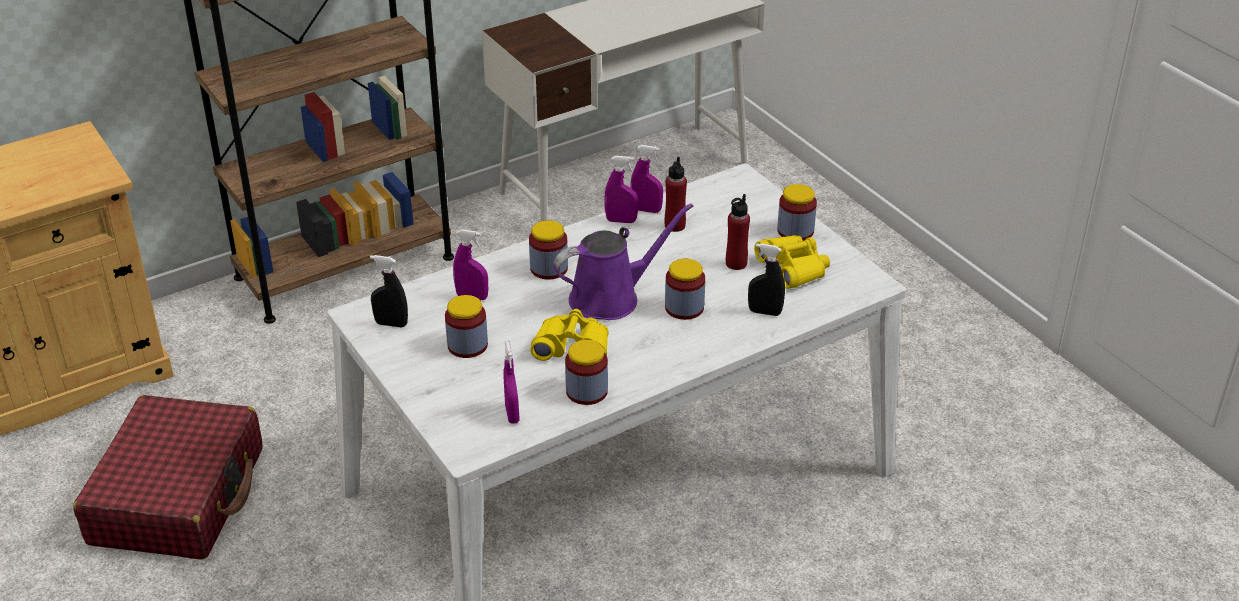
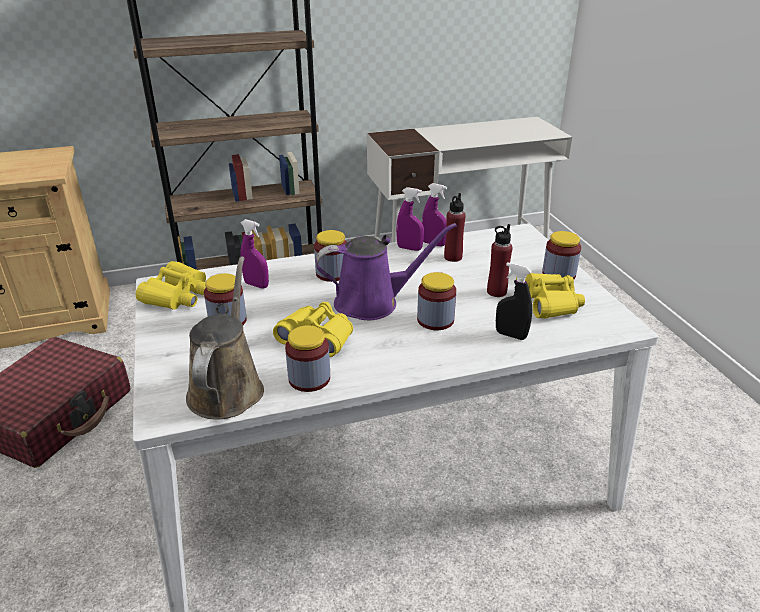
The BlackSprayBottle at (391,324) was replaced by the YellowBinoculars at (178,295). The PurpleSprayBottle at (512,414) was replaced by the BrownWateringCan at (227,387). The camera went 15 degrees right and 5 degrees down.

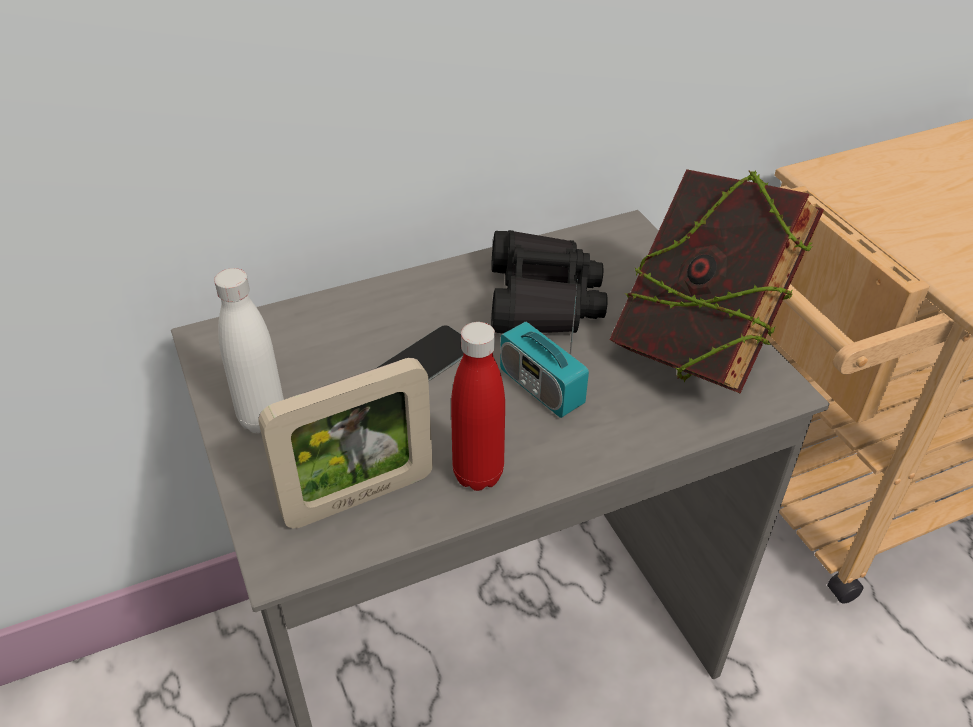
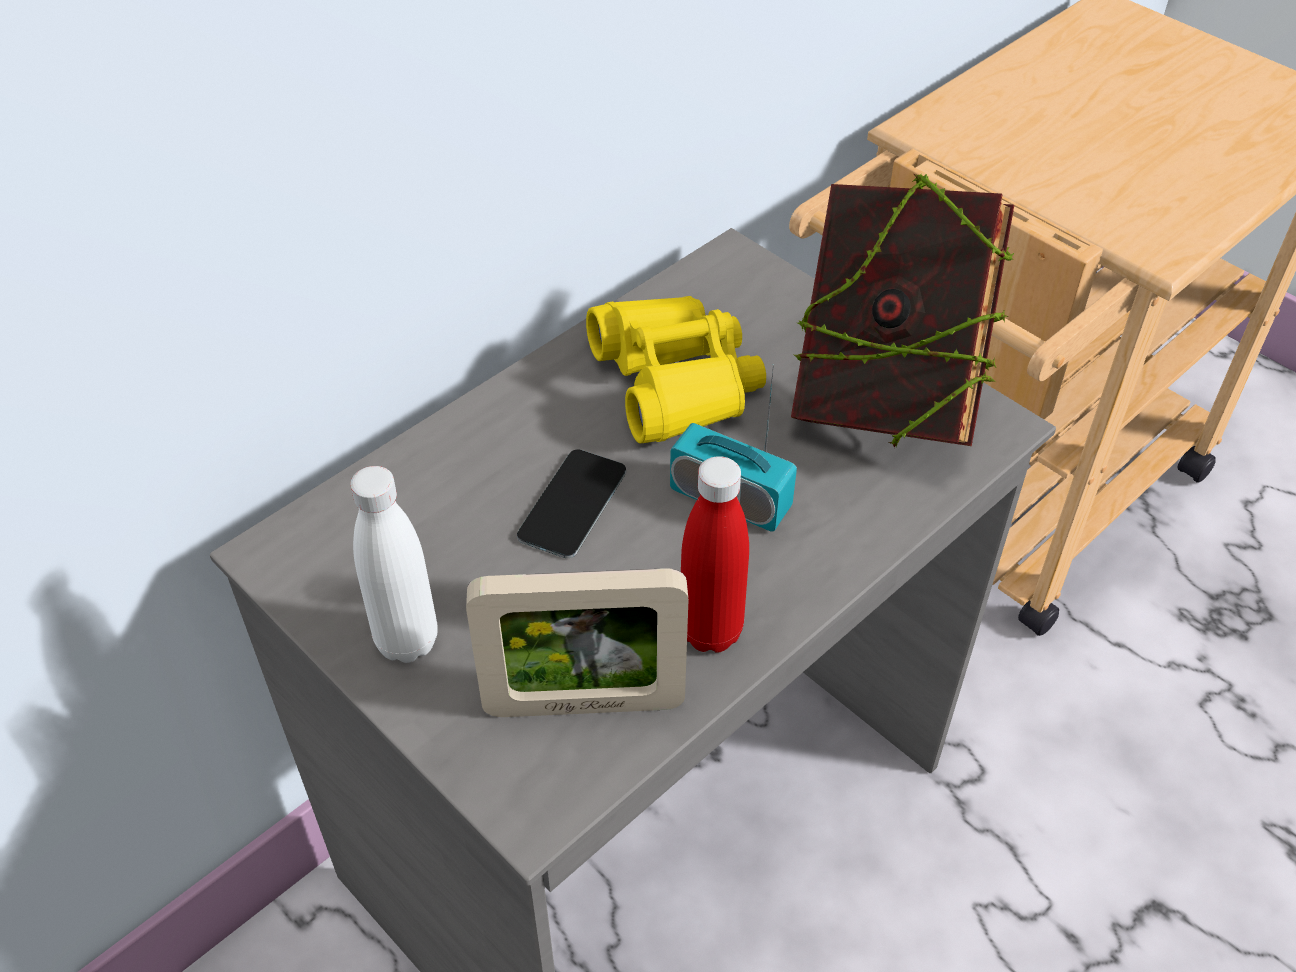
The PictureFrame at (359,497) turned 45 degrees clockwise. The BlackBinoculars at (542,300) became the YellowBinoculars at (676,382). The camera went 20 degrees left and 5 degrees up.

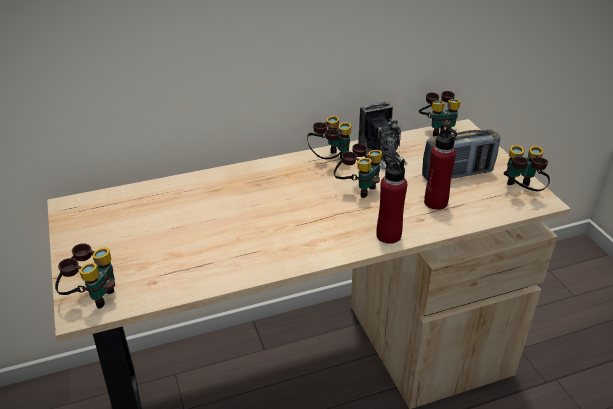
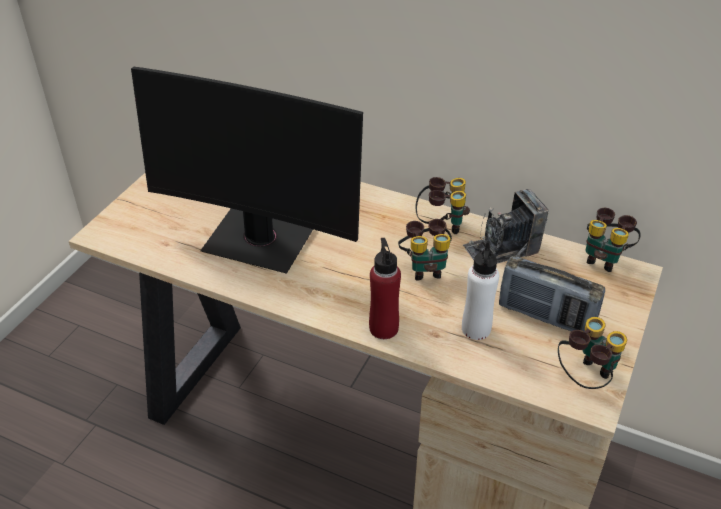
The Monitor at (259,241) appeared. The PhotoCamera at (382,153) turned 45 degrees clockwise. The RedBottle at (435,202) became the WhiteBottle at (476,329). The Binoculars at (92,296) disappeared. The camera went 45 degrees right and 5 degrees up.

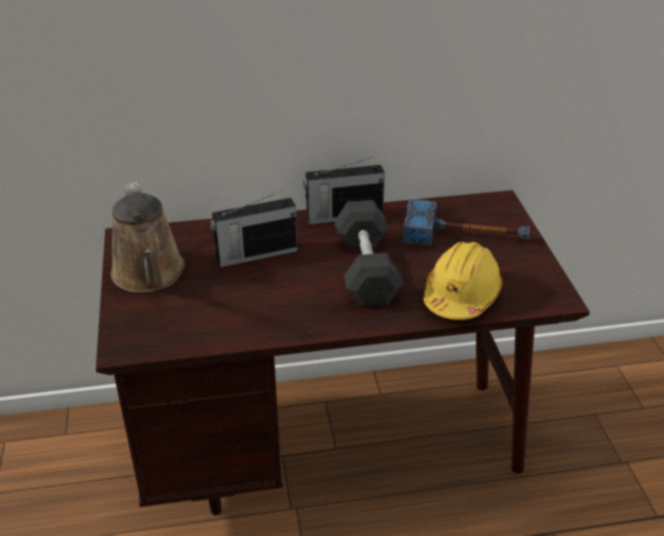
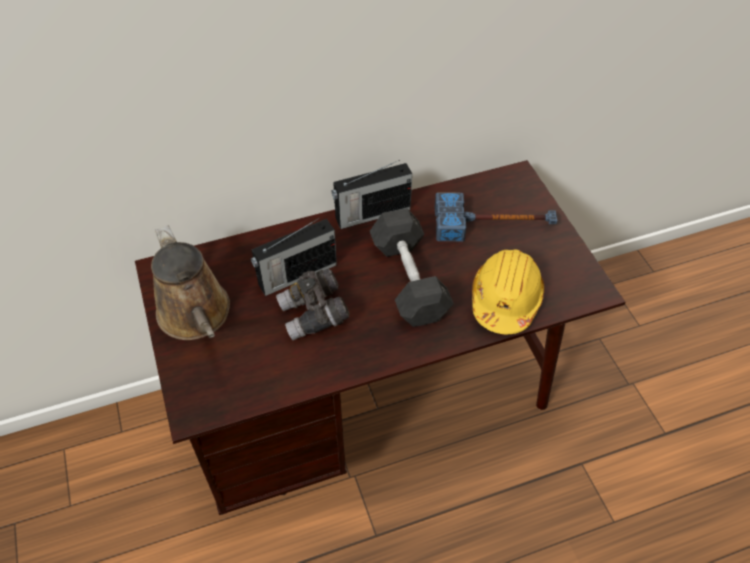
The GreyBinoculars at (314,315) appeared. The camera went 10 degrees left and 15 degrees up.

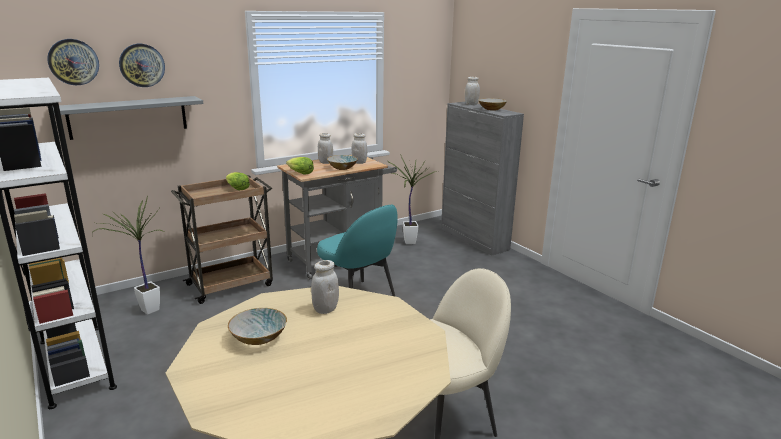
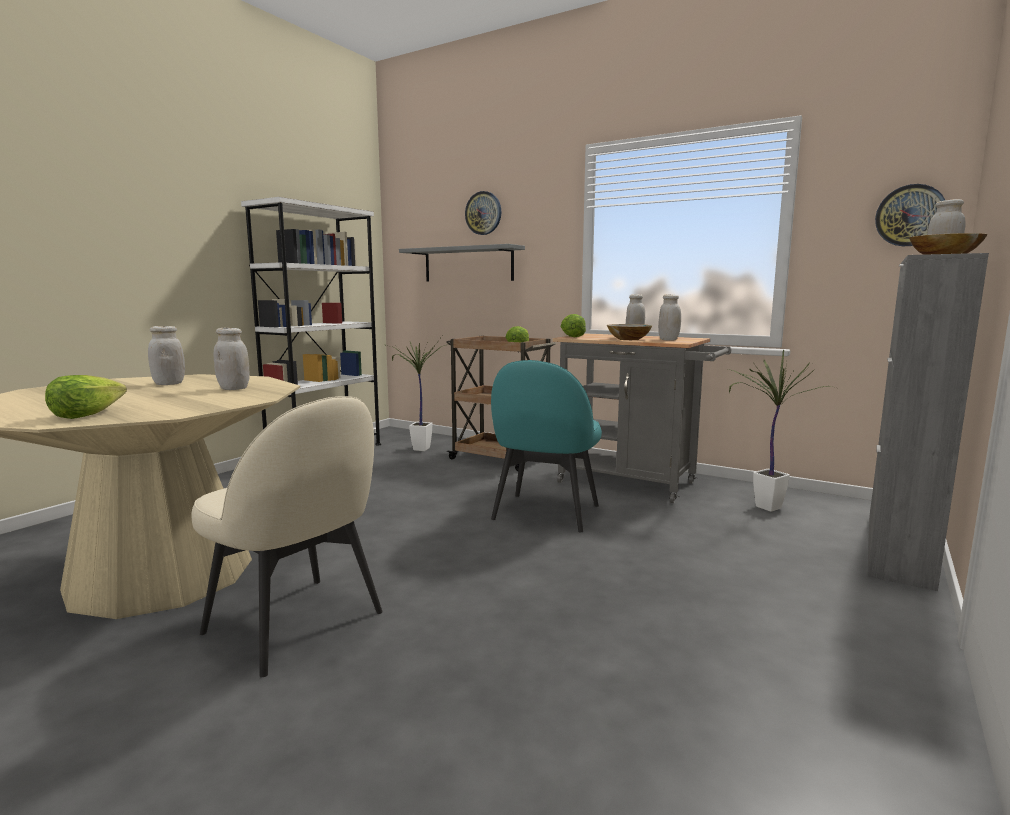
The Lettuce at (86,415) appeared. The Bowl at (259,338) was replaced by the WhiteJar at (169,384). The WallClock moved from (73,62) to (910,215). The camera went 65 degrees right and 10 degrees down.

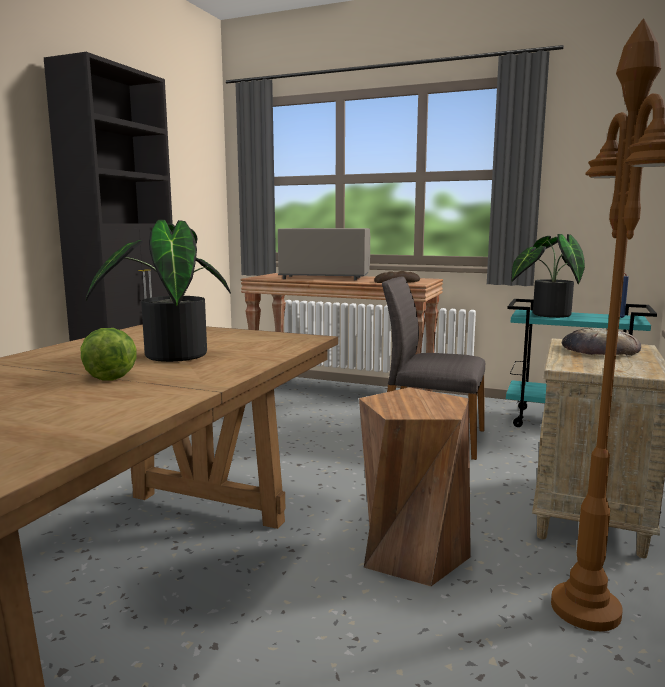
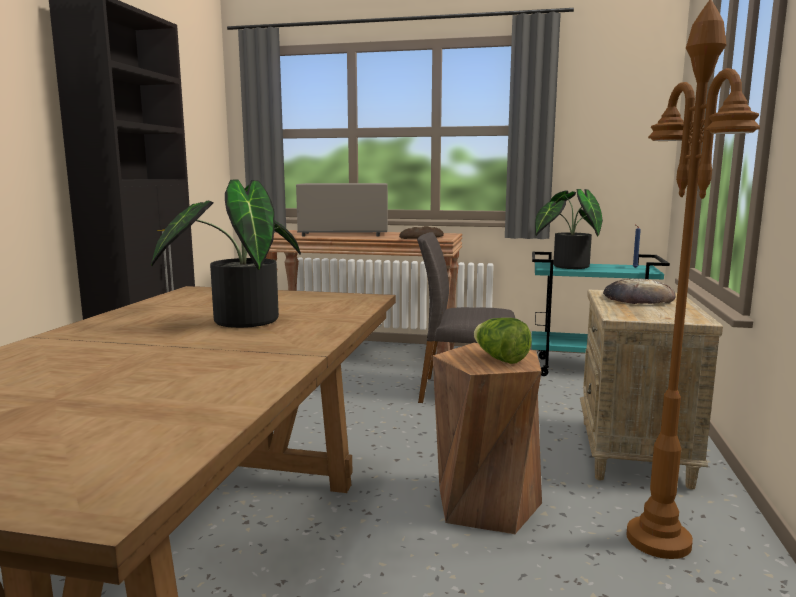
The Lettuce moved from (108,375) to (500,359). The camera went 10 degrees left and 0 degrees up.

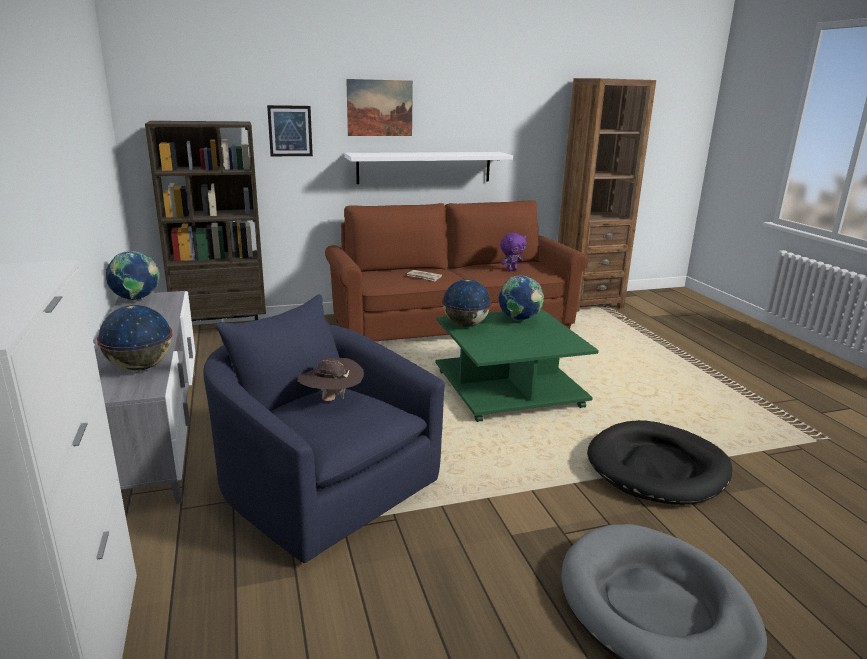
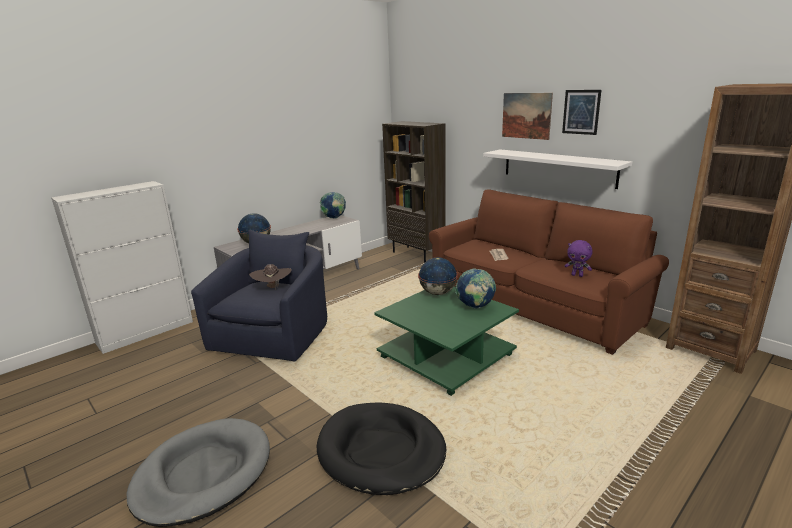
The Picture moved from (290,131) to (581,112). The camera went 65 degrees right and 0 degrees up.

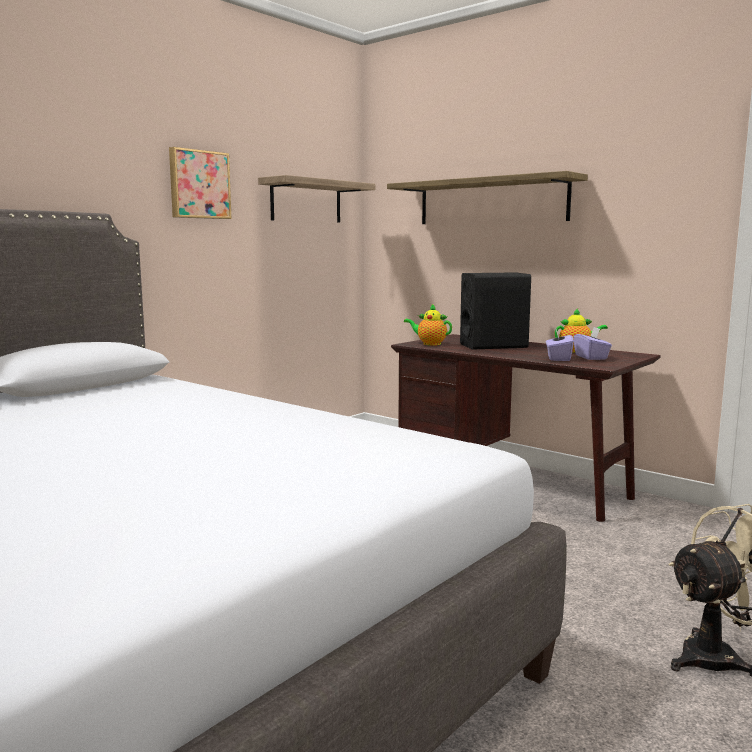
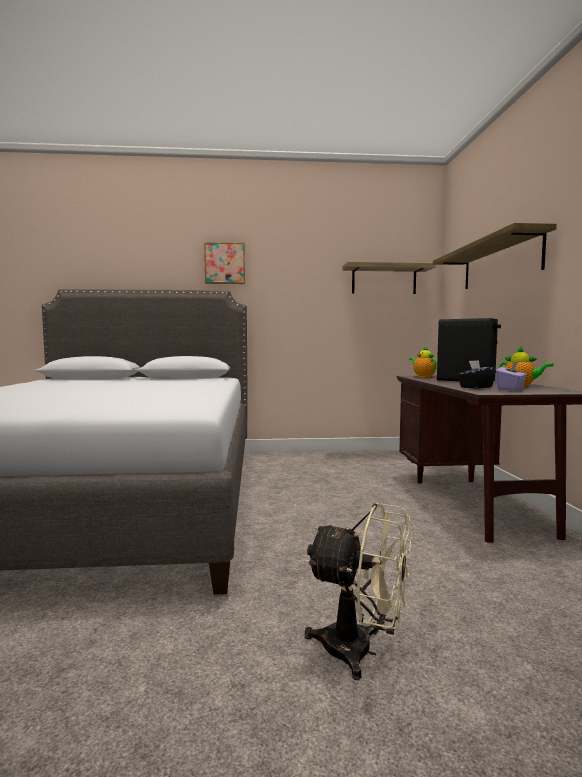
The Picture moved from (199,184) to (224,263). The PurpleTissueBox at (558,358) became the BlackTissueBox at (475,387). The camera went 45 degrees right and 5 degrees down.

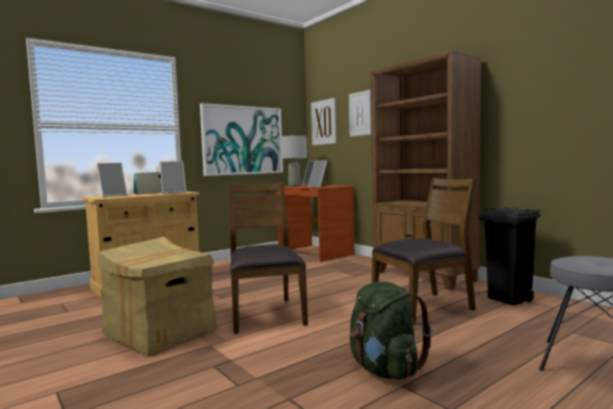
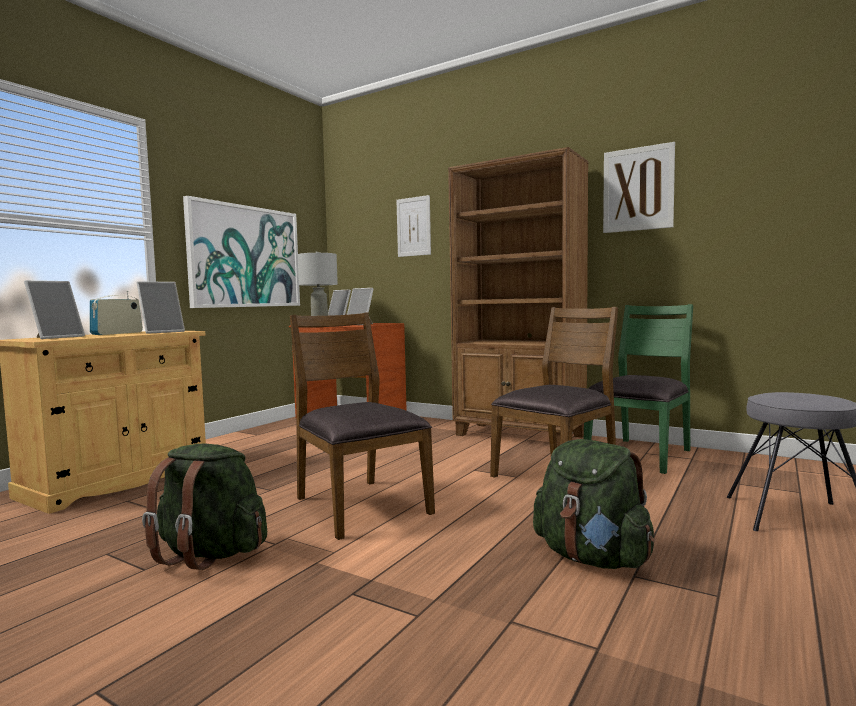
The CardboardBox at (159,332) was replaced by the GreenBackpack at (210,554). The BlackTrashCan at (509,299) was replaced by the GreenChair at (640,454). The Picture moved from (324,122) to (638,189). The camera went 20 degrees left and 0 degrees up.

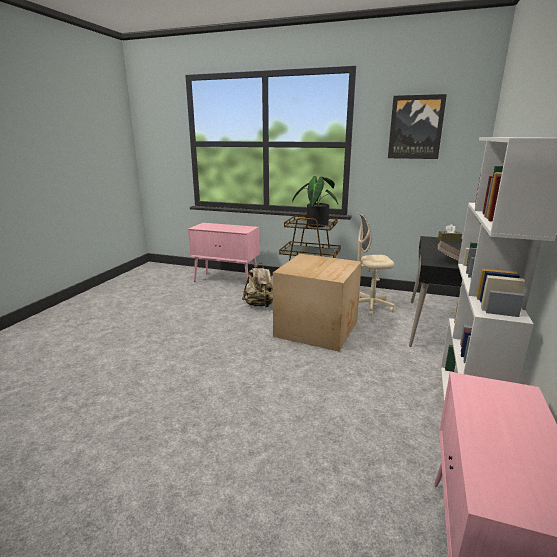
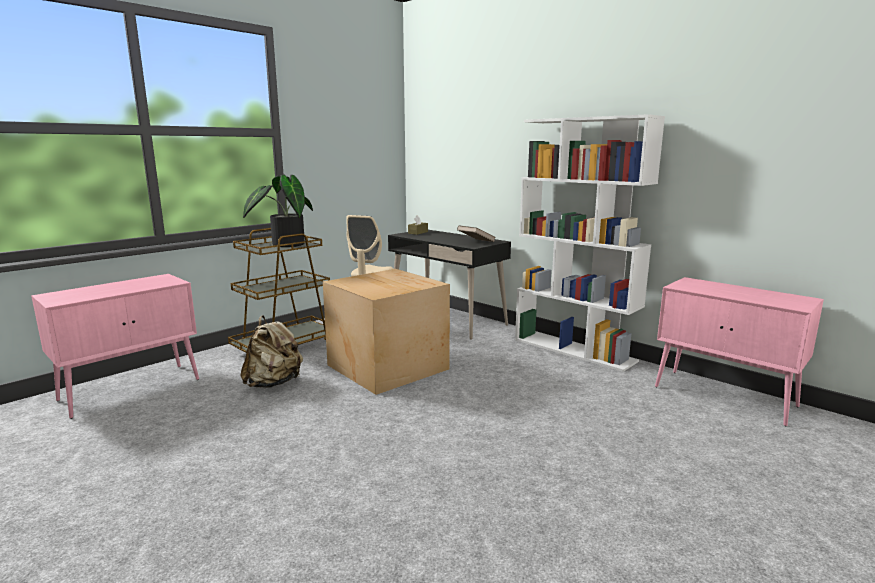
The Picture at (415,127) disappeared. The camera went 65 degrees left and 5 degrees down.

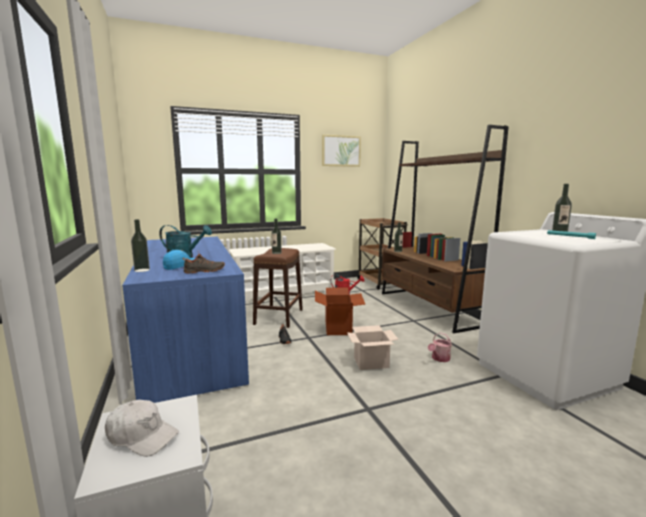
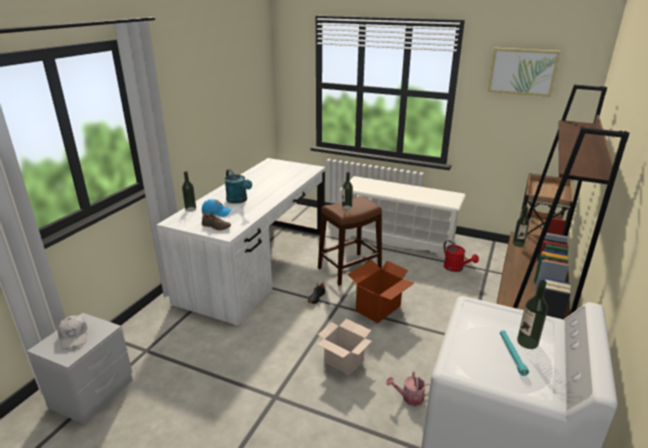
The BlueDesk at (191,341) became the WhiteDesk at (257,265). The camera went 45 degrees right and 15 degrees up.

